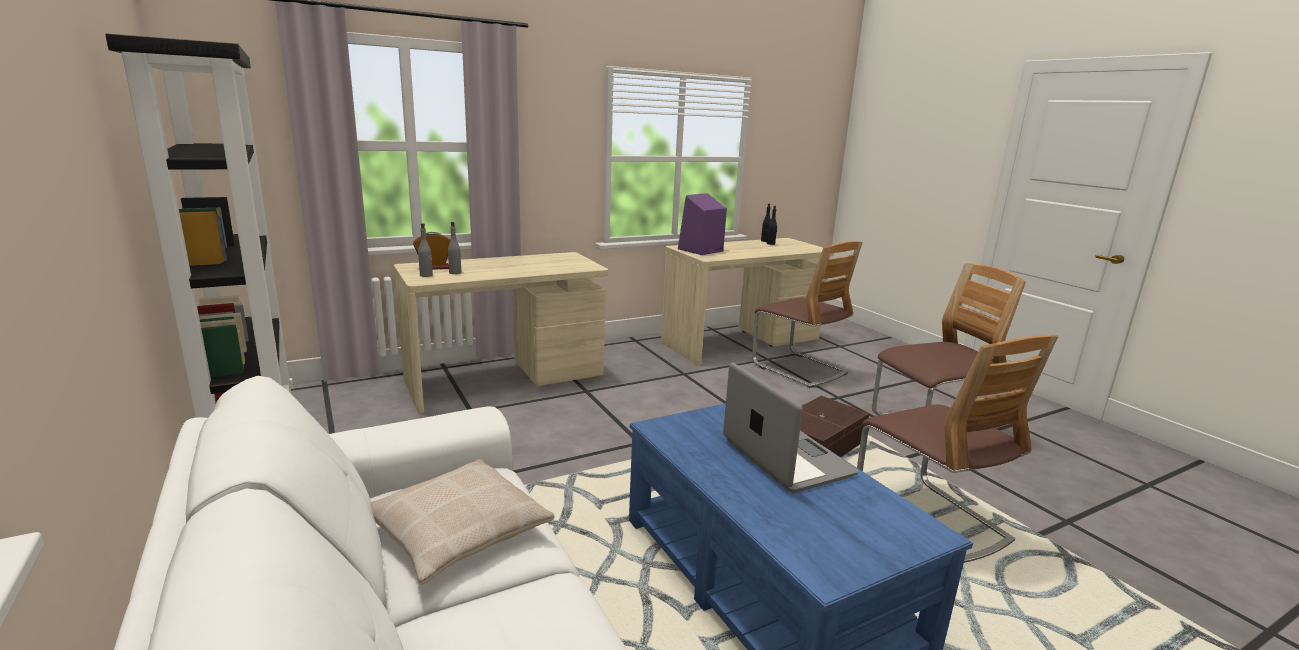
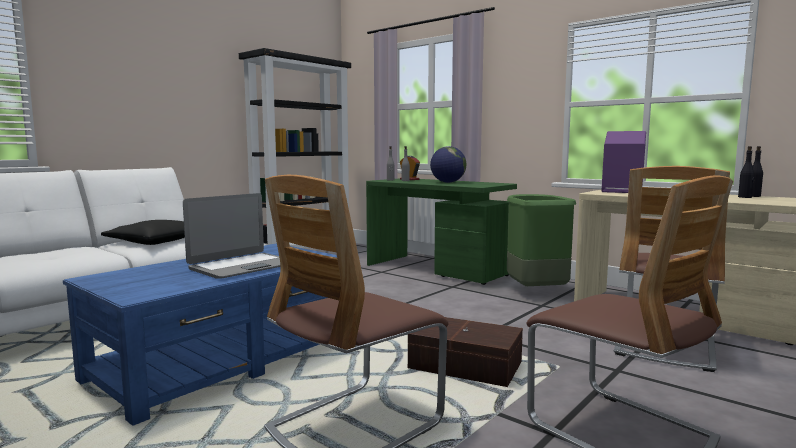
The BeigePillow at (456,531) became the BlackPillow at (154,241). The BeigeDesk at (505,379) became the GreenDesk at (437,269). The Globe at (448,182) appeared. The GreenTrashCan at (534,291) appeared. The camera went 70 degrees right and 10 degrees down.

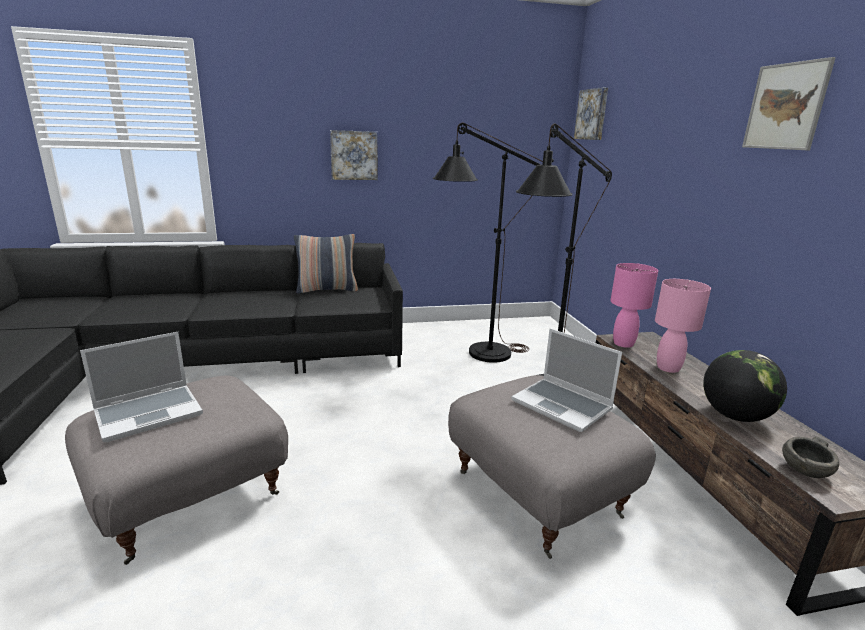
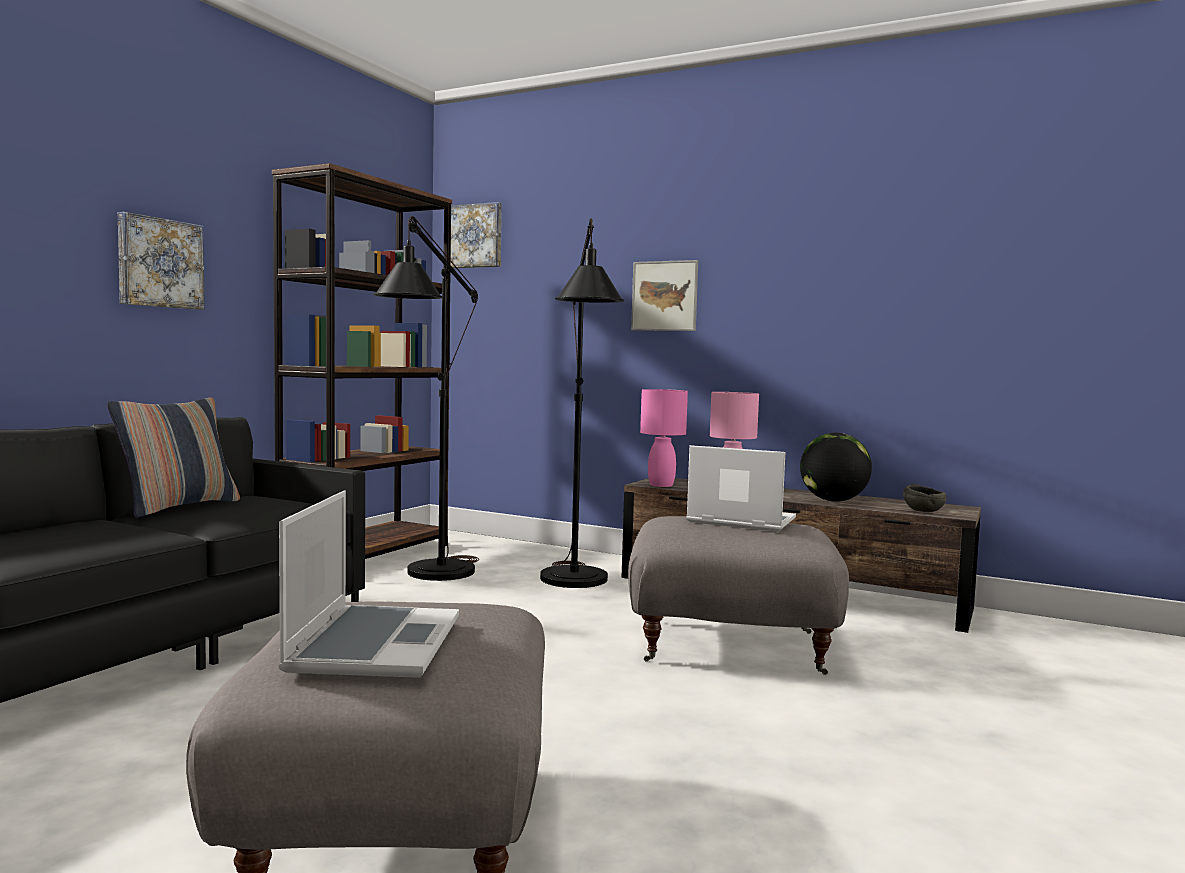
The BrownBookcase at (367,556) appeared. The Picture moved from (785,106) to (664,296). The Laptop at (563,406) turned 150 degrees counterclockwise. The camera went 50 degrees left and 15 degrees down.

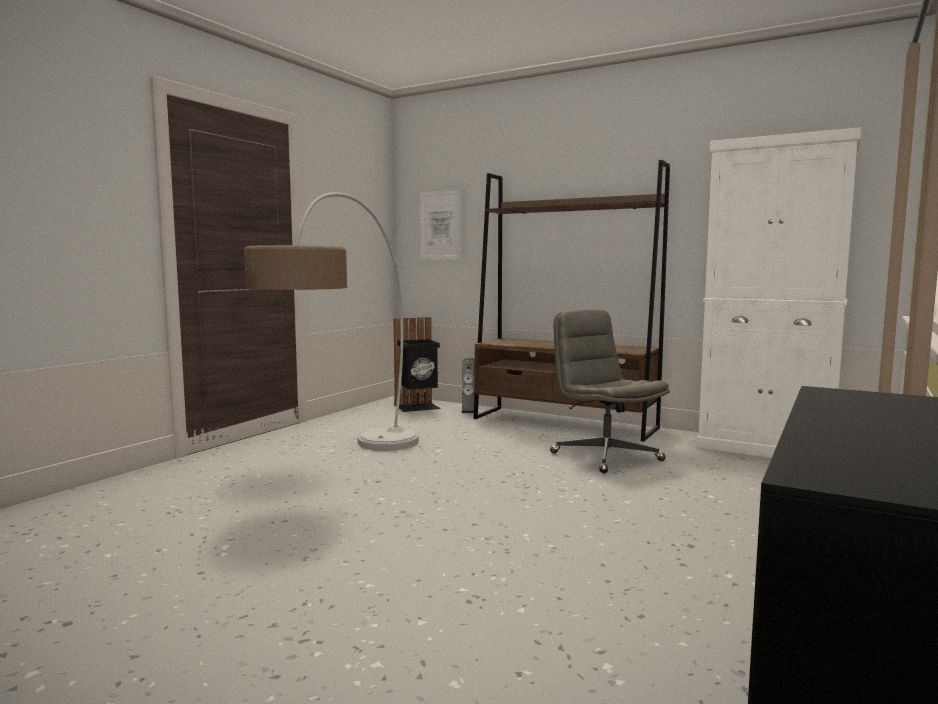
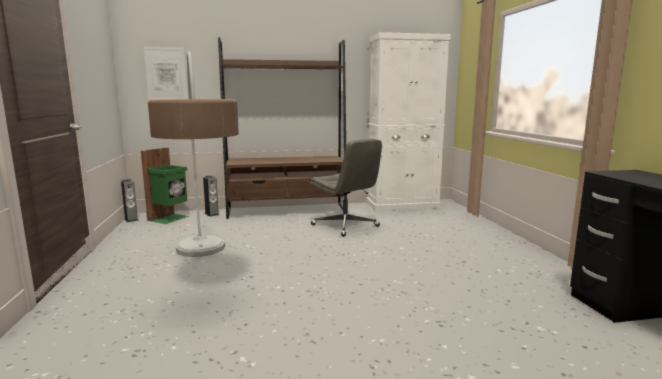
The Speaker at (131,219) appeared. The BlackTrashCan at (418,407) became the GreenTrashCan at (170,218). The GreyOfficeChair at (605,456) turned 150 degrees counterclockwise. The camera went 40 degrees left and 5 degrees up.

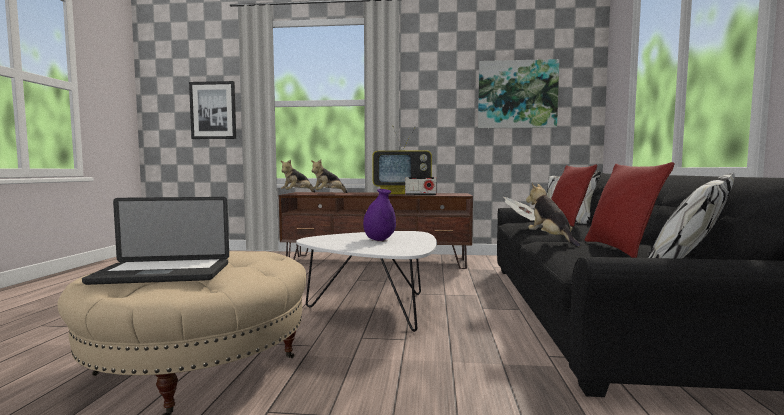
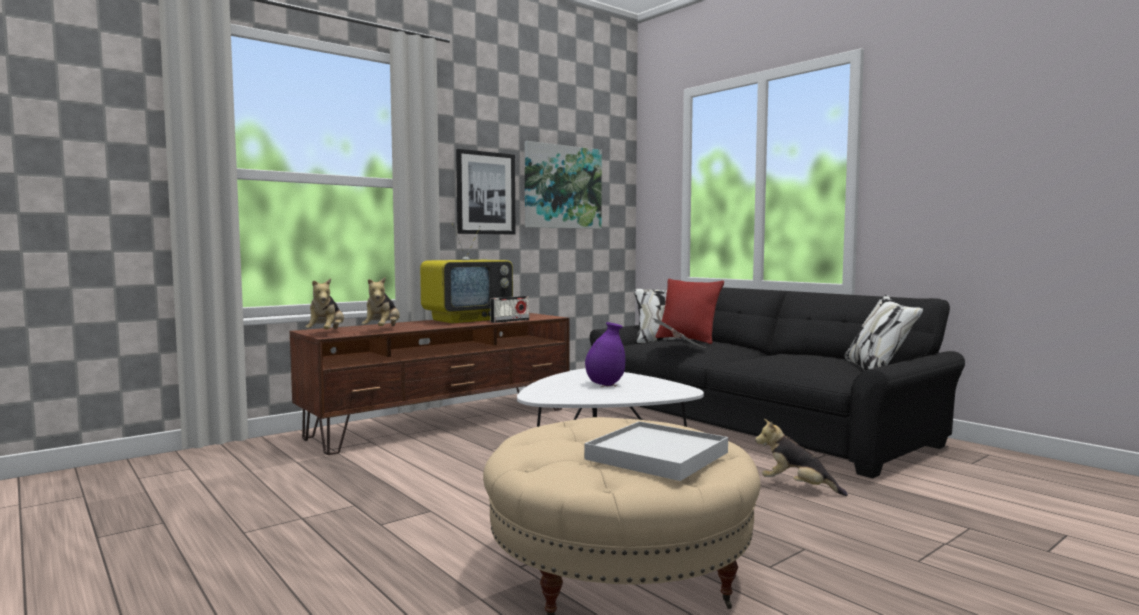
The Picture moved from (213,110) to (485,193). The Laptop at (162,274) was replaced by the WhiteTray at (657,456). The PlushToy moved from (551,240) to (797,487). The RedPillow at (620,249) disappeared. The camera went 45 degrees left and 0 degrees up.

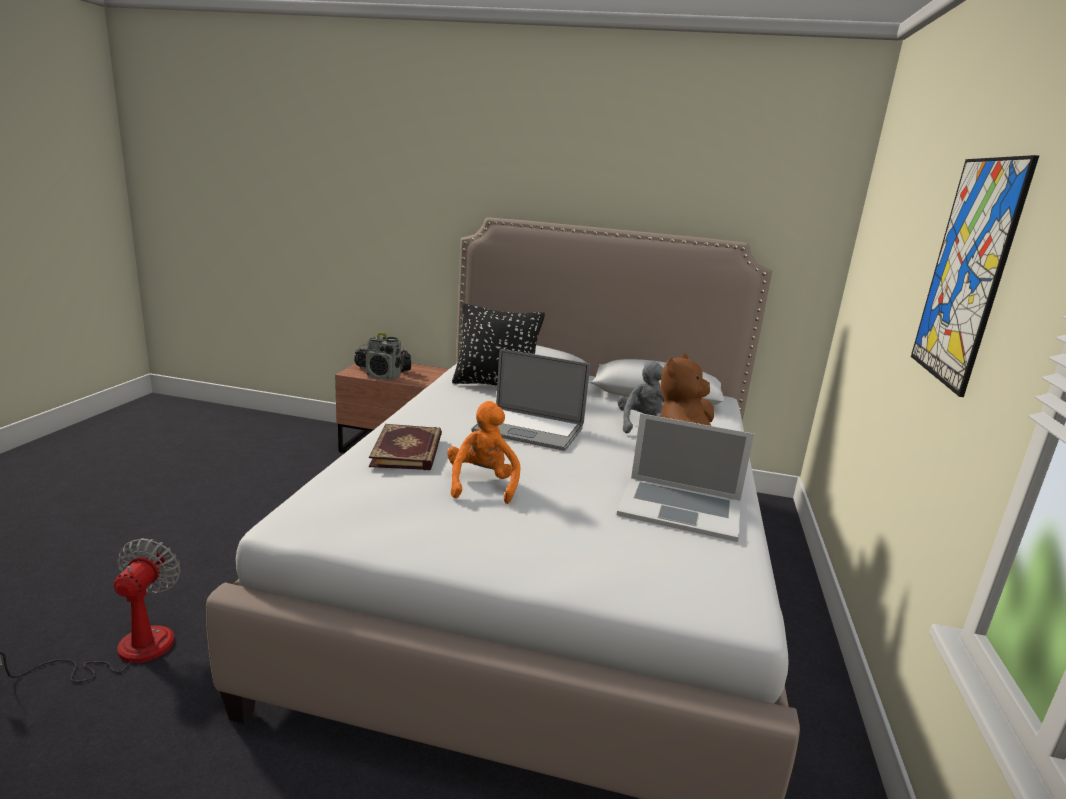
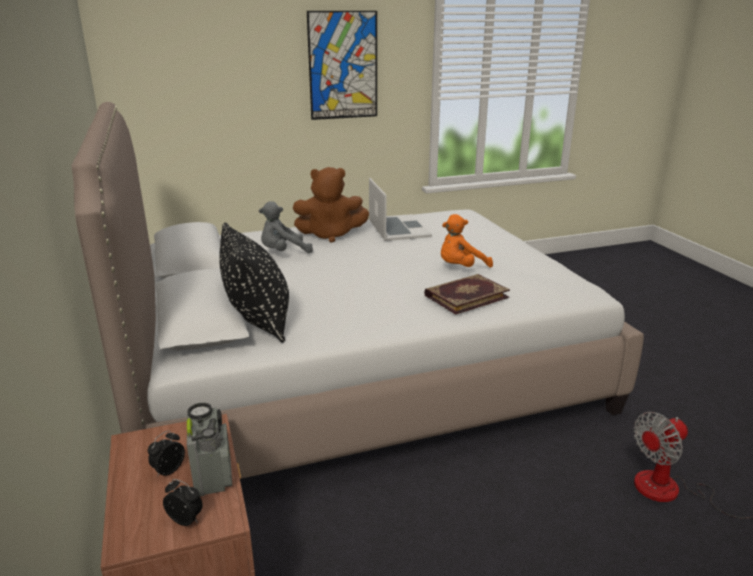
The Laptop at (528,429) disappeared. The camera went 120 degrees left and 5 degrees up.

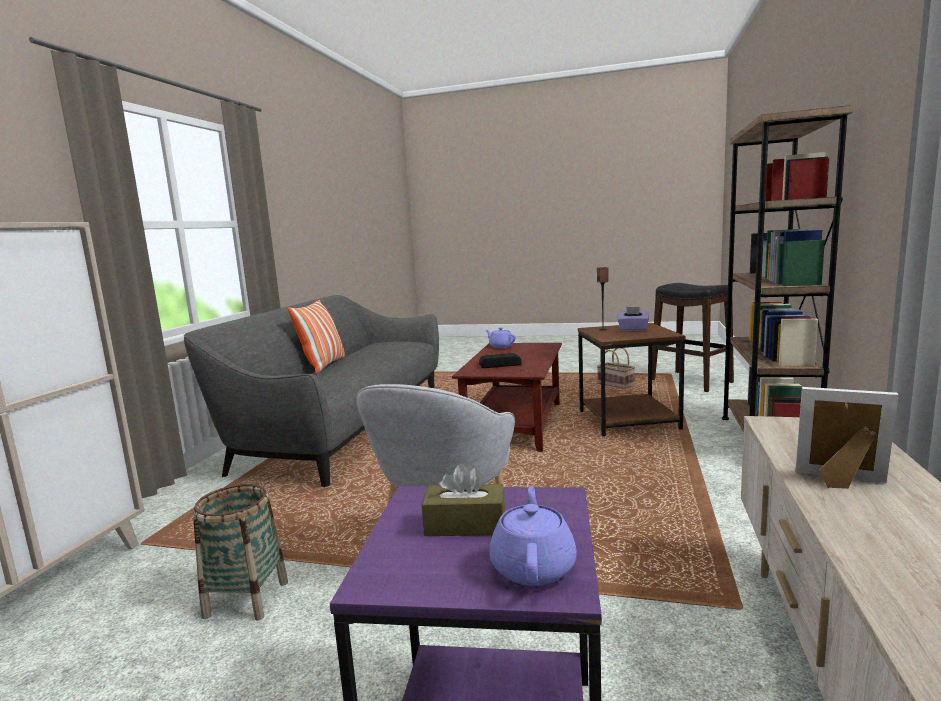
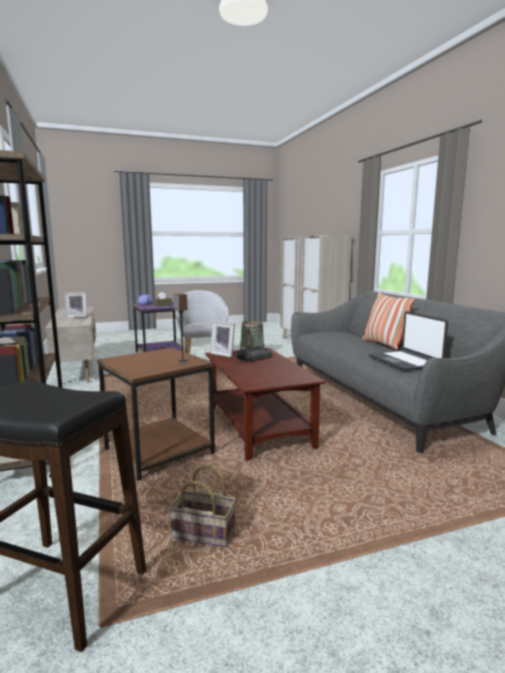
The PictureFrame at (224,354) appeared. The Laptop at (405,361) appeared. The PurpleTeapot at (500,346) disappeared. The PurpleTissueBox at (633,329) disappeared. The camera went 145 degrees right and 0 degrees up.

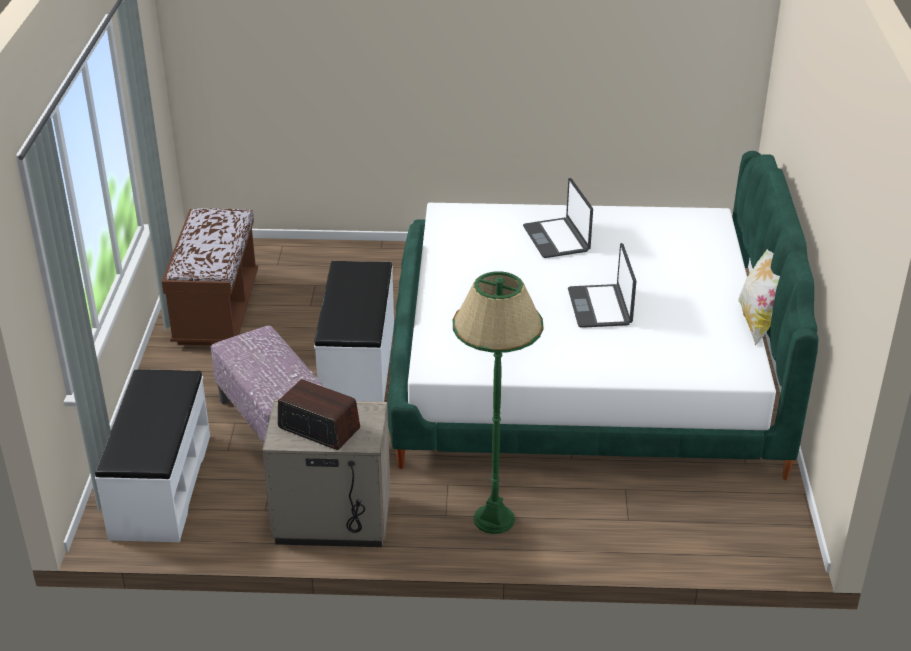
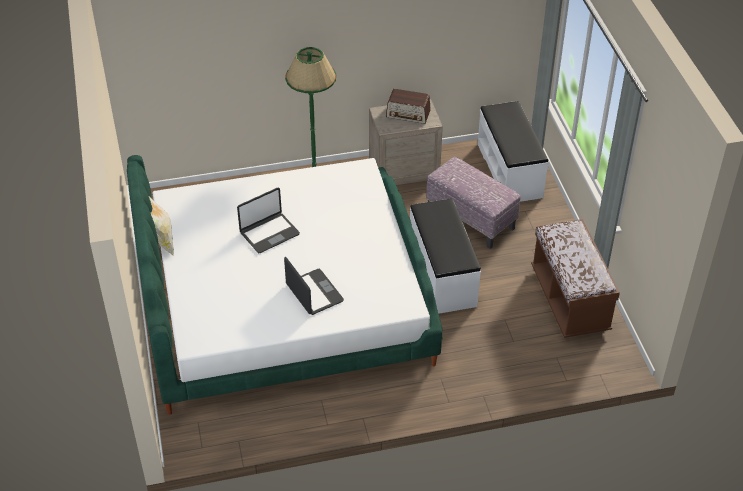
The Laptop at (600,307) turned 75 degrees clockwise. The camera went 165 degrees right and 10 degrees up.

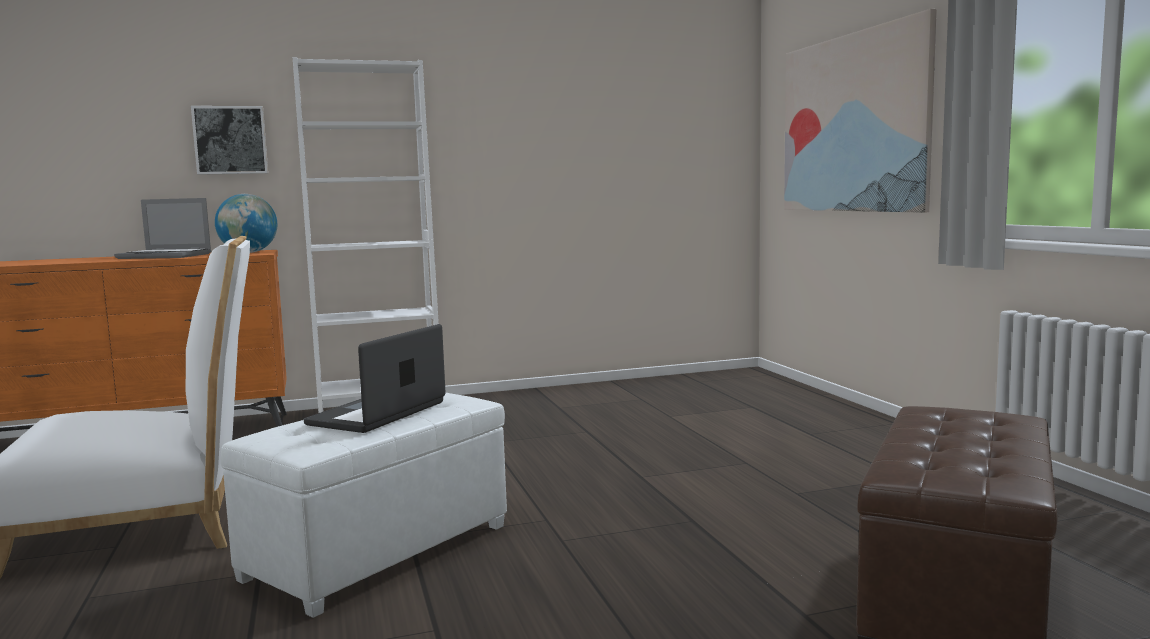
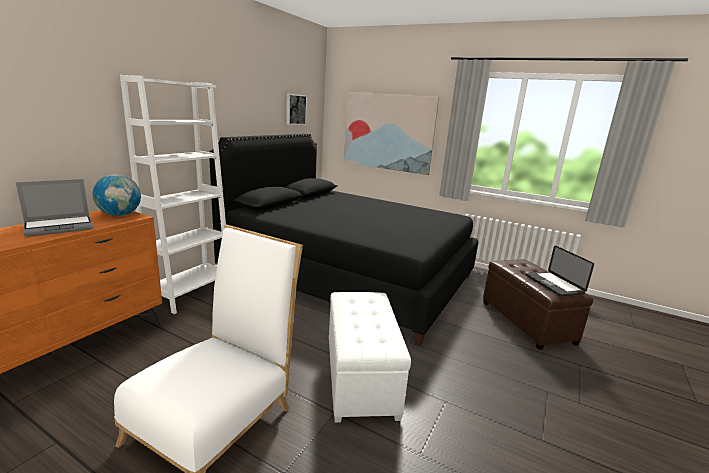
The BlackBed at (348,275) appeared. The Picture moved from (230,140) to (295,109). The Laptop moved from (378,413) to (553,284). The camera went 45 degrees left and 10 degrees up.

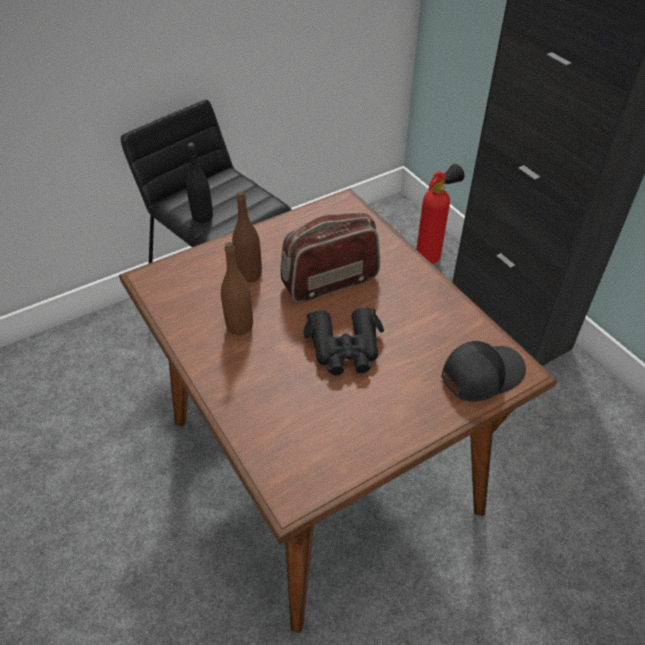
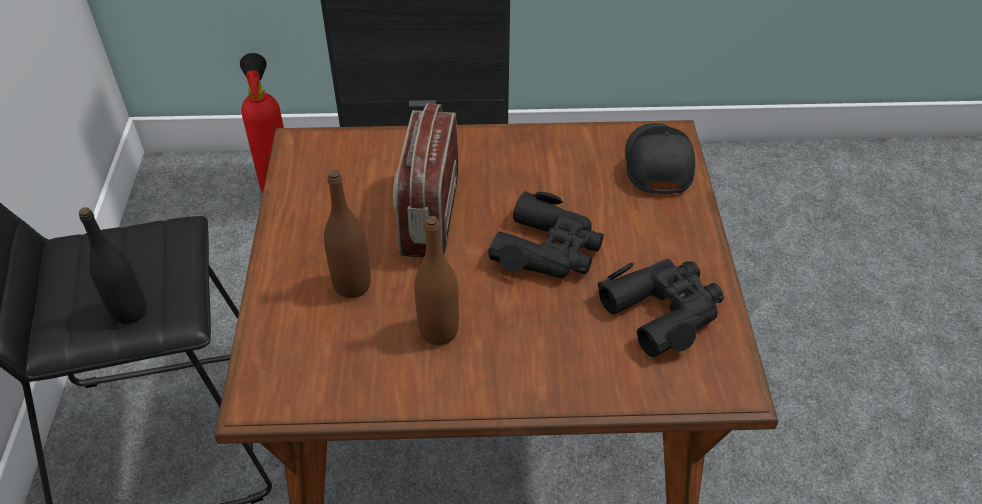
The BlackBinoculars at (663,310) appeared. The camera went 60 degrees left and 0 degrees up.

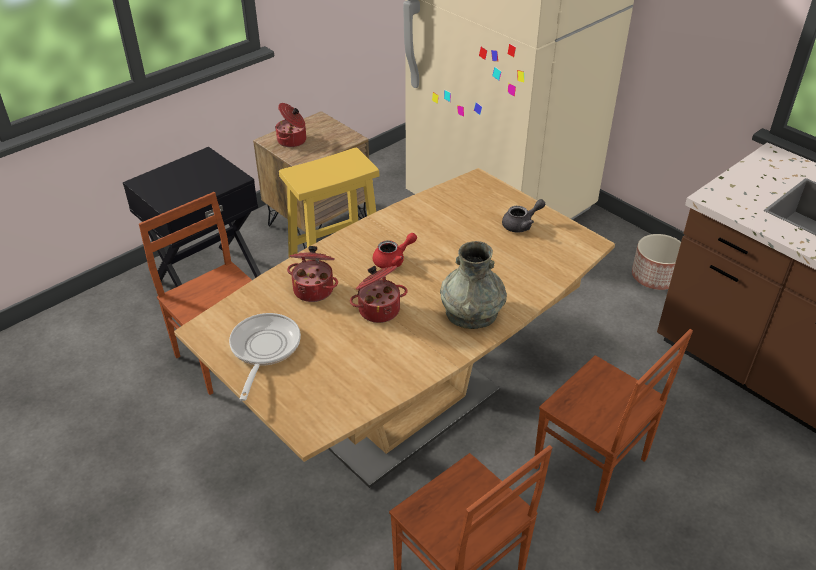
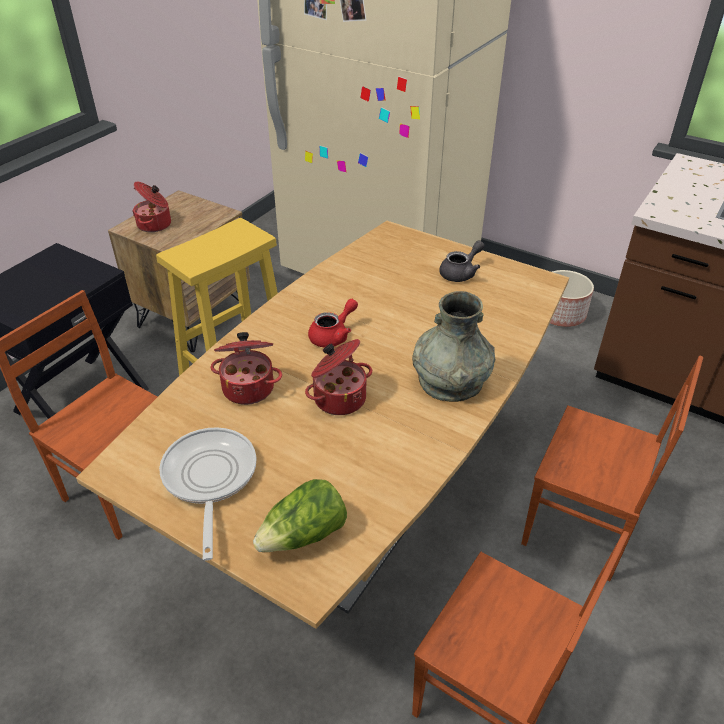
The Lettuce at (304,535) appeared. The camera went 15 degrees left and 0 degrees up.

